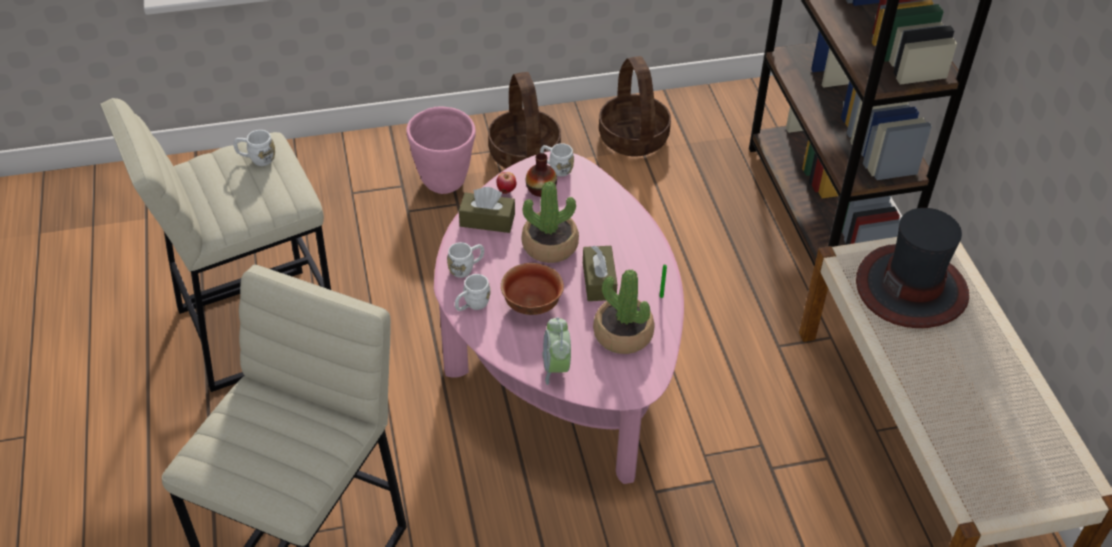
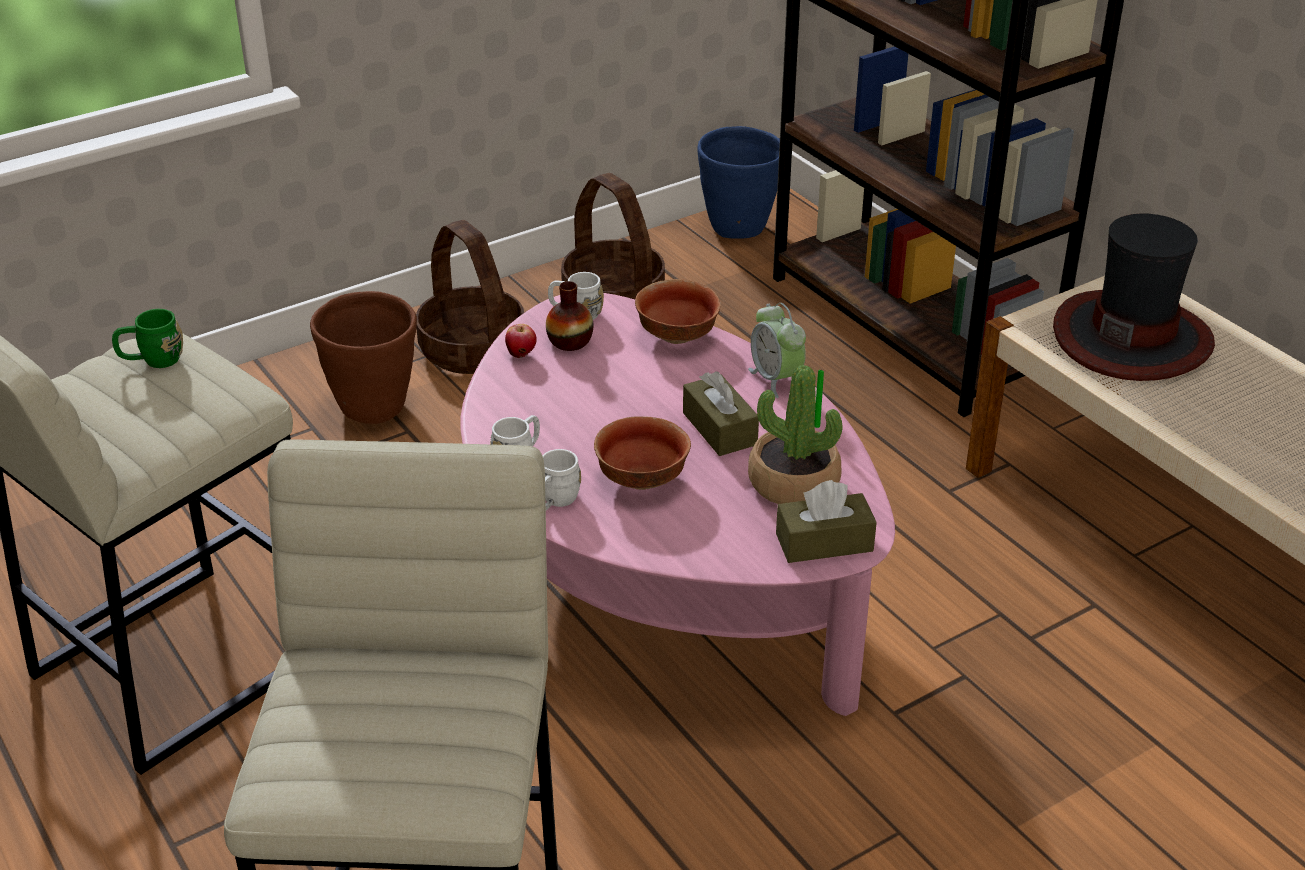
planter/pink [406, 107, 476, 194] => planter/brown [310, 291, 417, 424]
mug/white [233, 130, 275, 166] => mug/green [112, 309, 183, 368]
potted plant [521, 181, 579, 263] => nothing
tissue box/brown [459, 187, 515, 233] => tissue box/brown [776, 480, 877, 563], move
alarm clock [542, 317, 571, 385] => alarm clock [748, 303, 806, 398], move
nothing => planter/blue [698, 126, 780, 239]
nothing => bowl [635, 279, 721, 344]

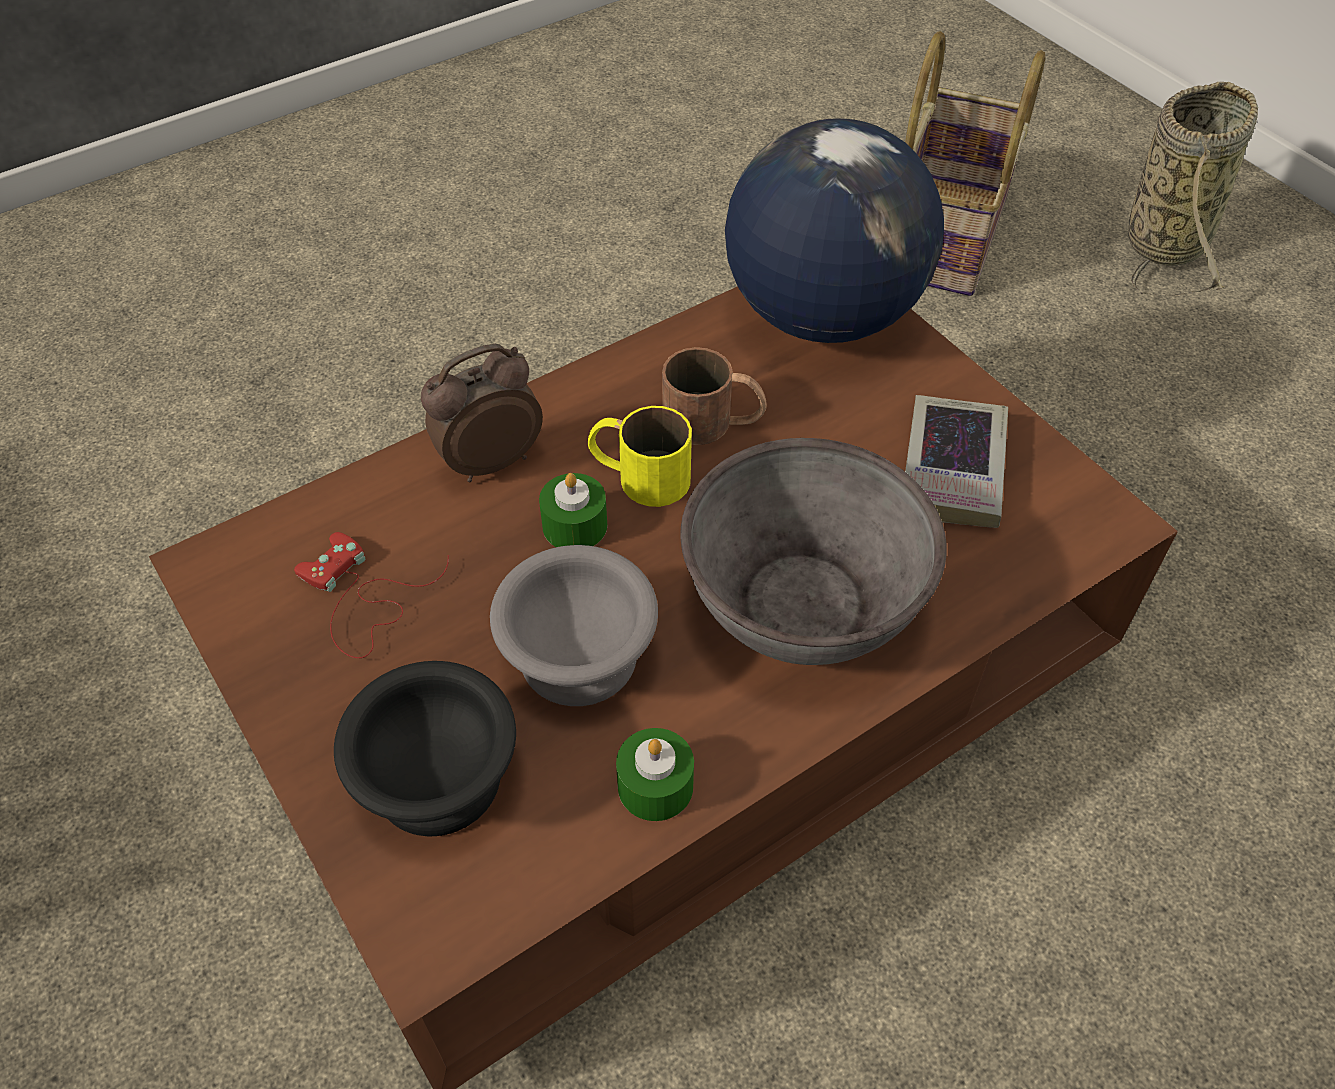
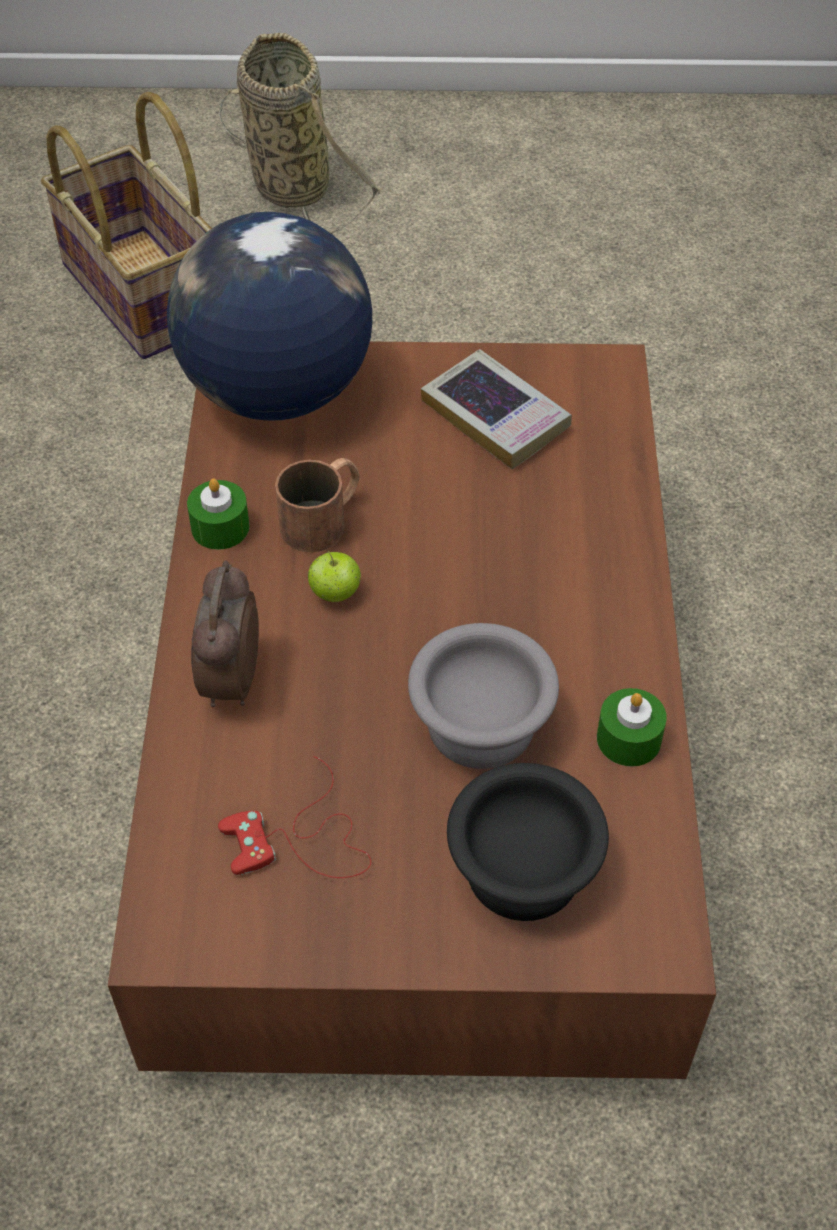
mug/yellow [588, 406, 692, 507] => apple [307, 550, 361, 602]
bowl/grey [680, 438, 947, 665] => nothing
candle/green [539, 473, 607, 547] => candle/green [187, 479, 249, 550], move

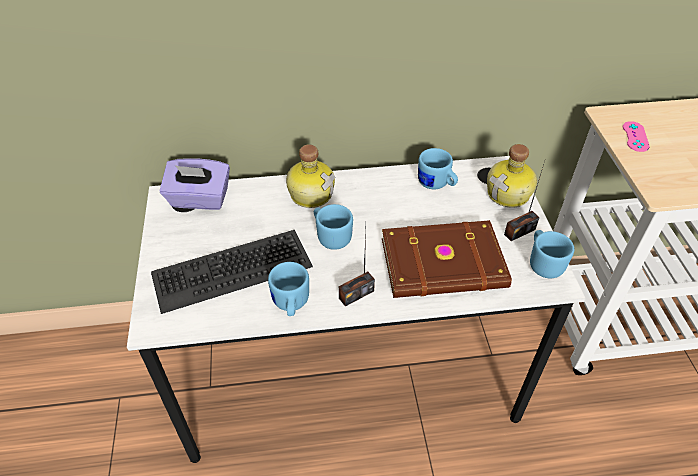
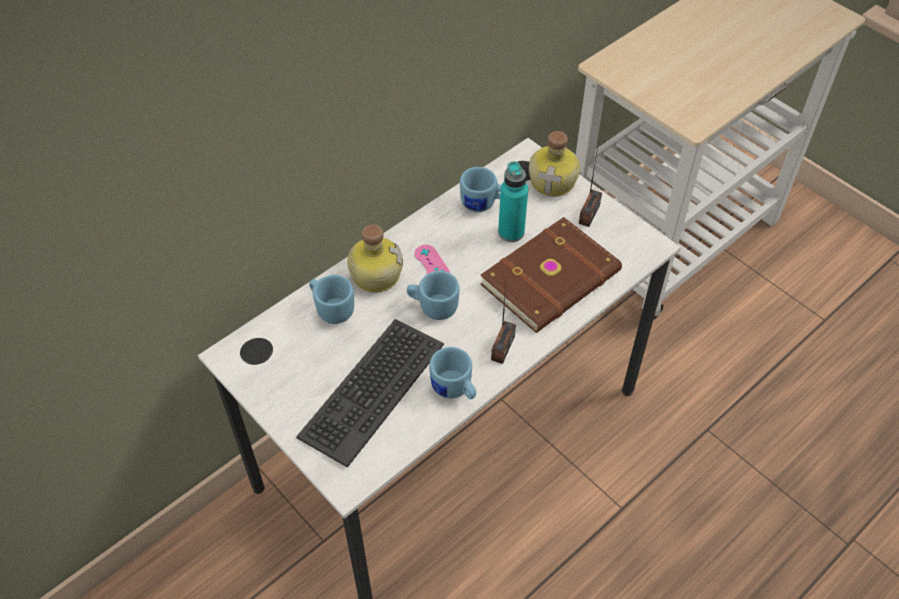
game controller/pink [623, 121, 649, 152] => game controller/pink [414, 245, 450, 274], move
tissue box/purple [160, 158, 230, 210] => nothing
mug/blue [530, 230, 574, 278] => mug/blue [309, 275, 354, 324], move
nothing => bottle/turquoise [498, 161, 528, 242]

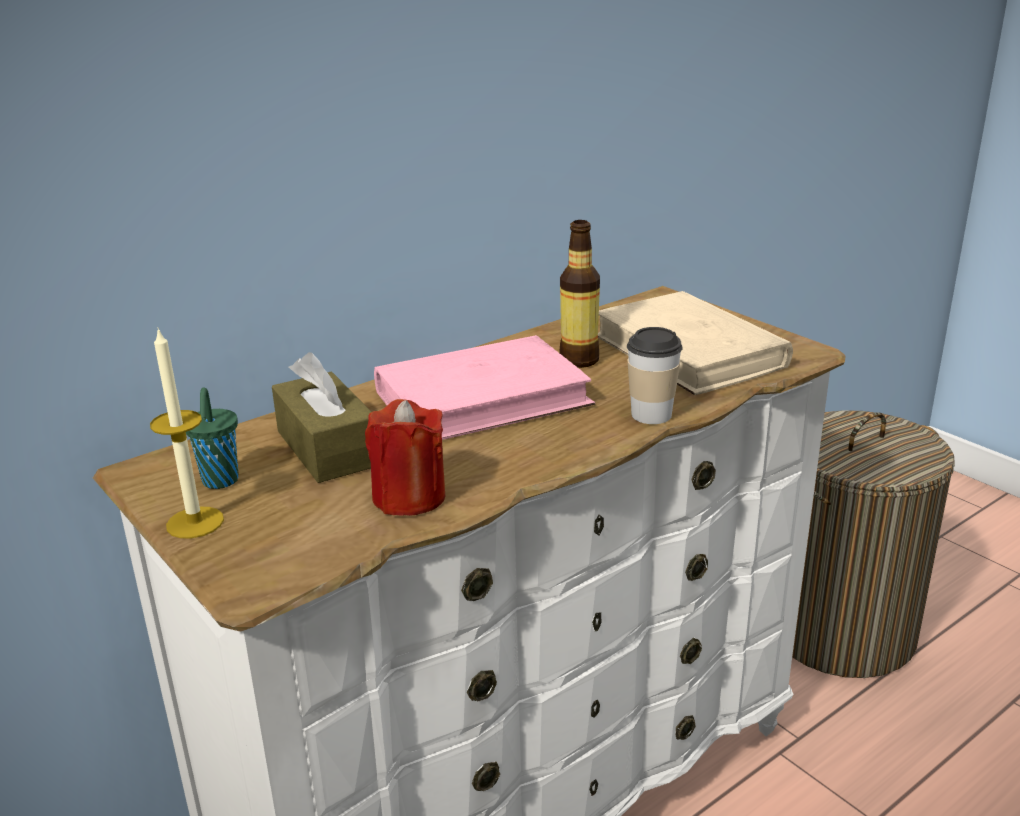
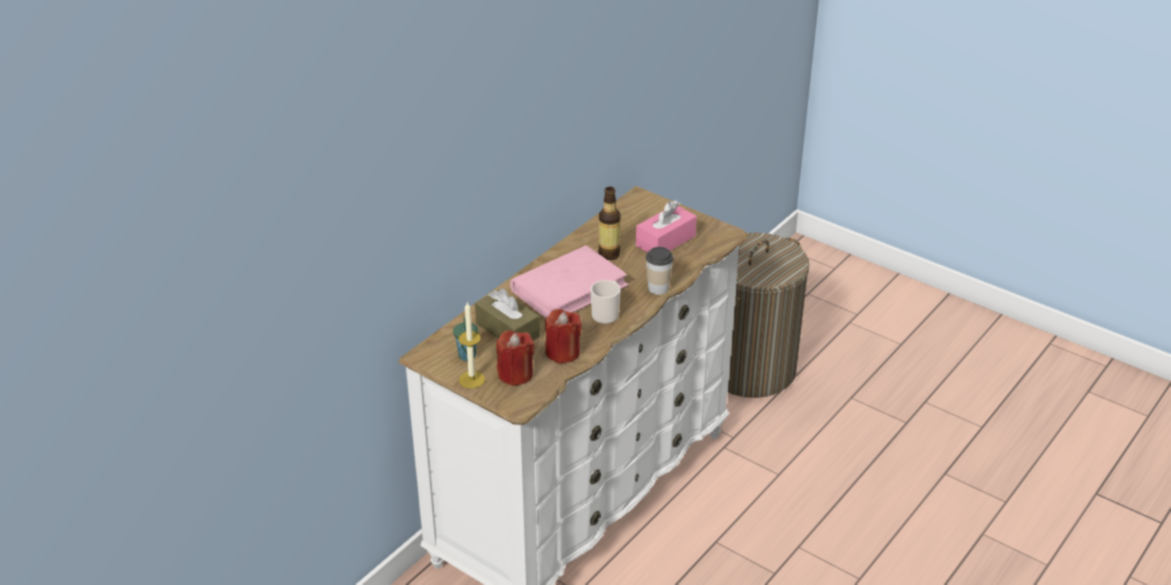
book/beige [598, 291, 793, 395] => tissue box/pink [636, 200, 697, 253]
nothing => mug [591, 280, 621, 324]
nothing => candle/red [496, 331, 534, 386]

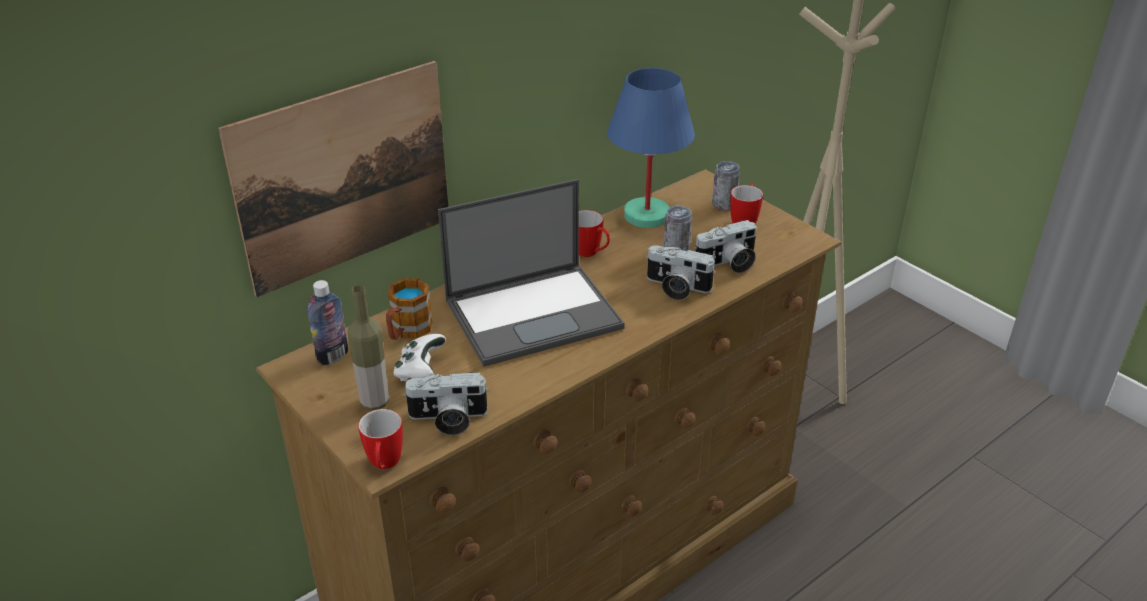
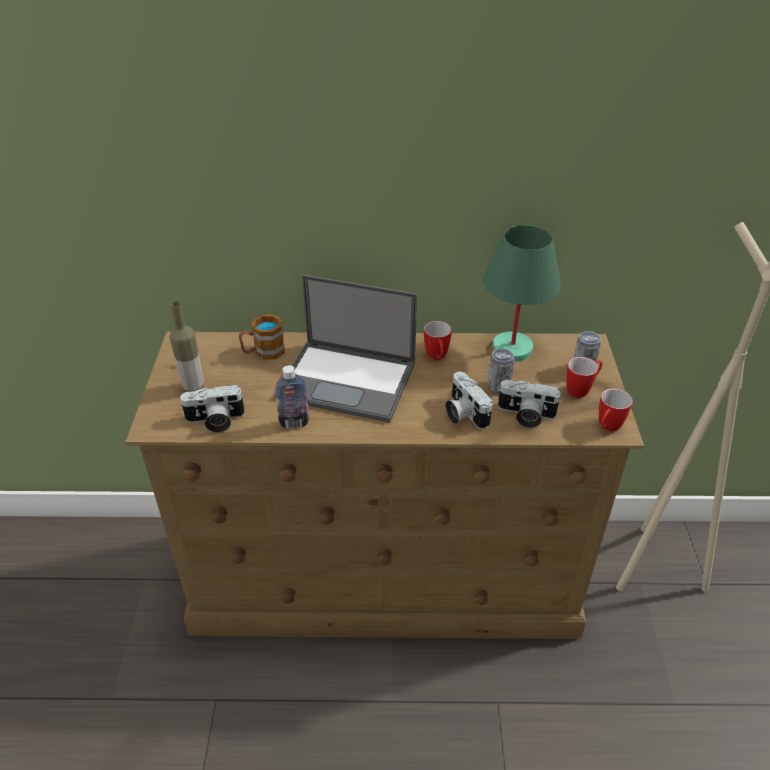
picture [218, 61, 448, 297] => nothing
table lamp/blue [607, 68, 695, 228] => table lamp/green [483, 225, 561, 362]
bottle [308, 280, 348, 365] => bottle [275, 365, 309, 429], move
game controller/white [394, 334, 446, 381] => nothing
photo camera [403, 372, 489, 435] => photo camera [179, 385, 245, 432], 45 degrees counterclockwise
mug [358, 409, 403, 469] => mug [599, 388, 633, 431], move

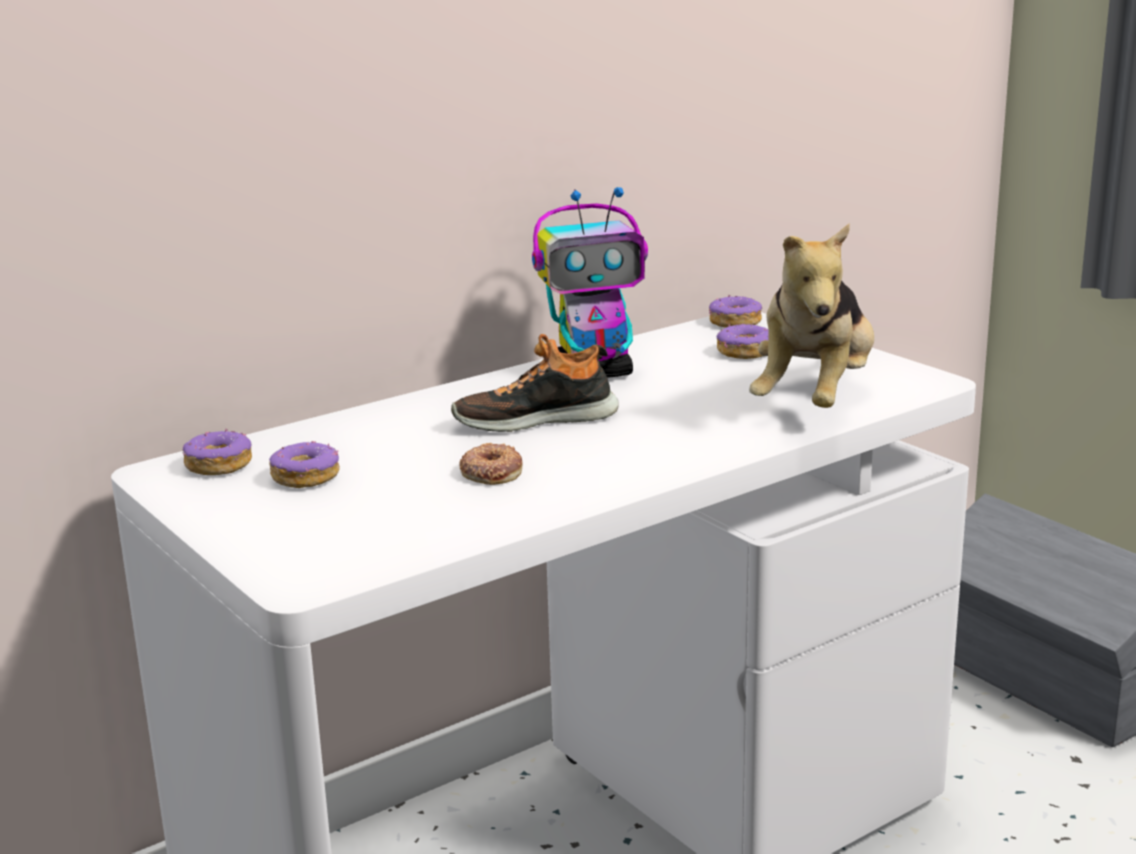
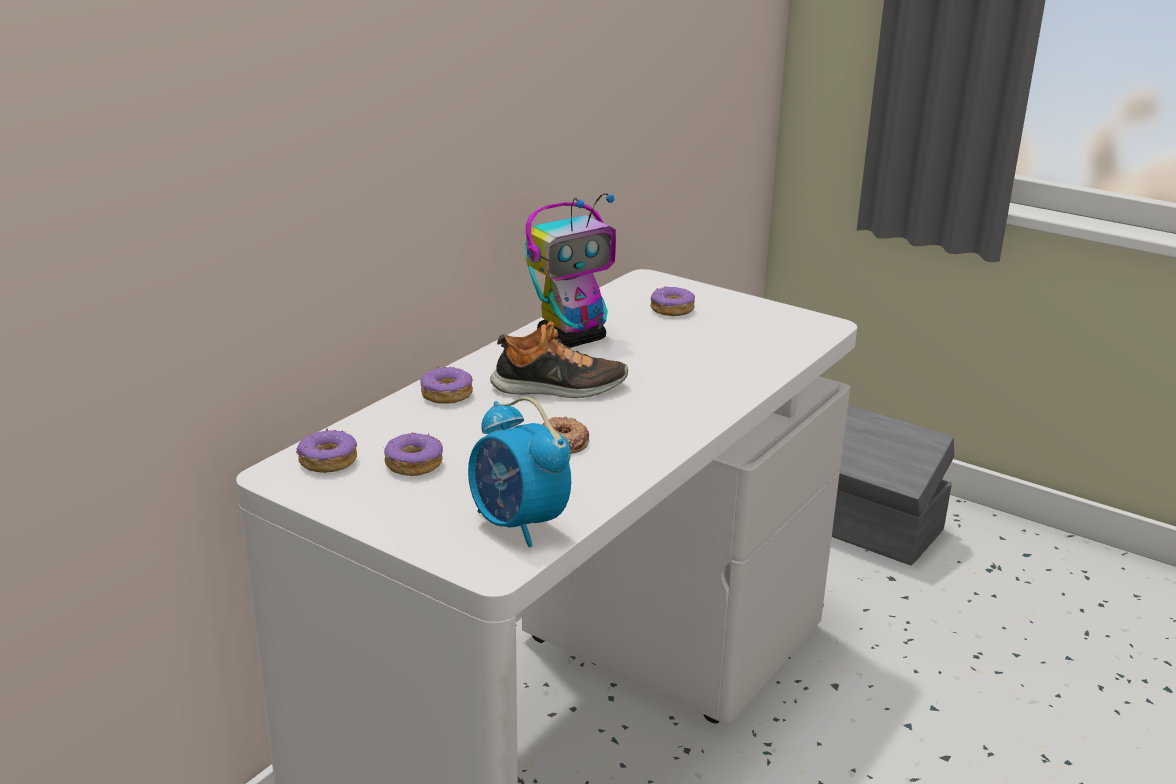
plush toy [749, 223, 874, 408] => nothing
donut [709, 295, 762, 328] => donut [420, 367, 473, 404], move
shoe [451, 334, 619, 432] => shoe [490, 322, 628, 398], 150 degrees counterclockwise
nothing => alarm clock [468, 397, 571, 547]

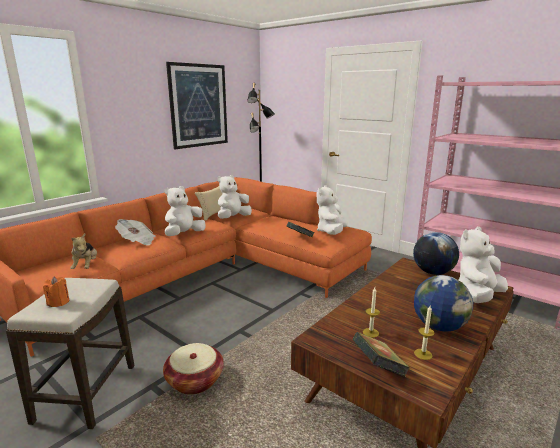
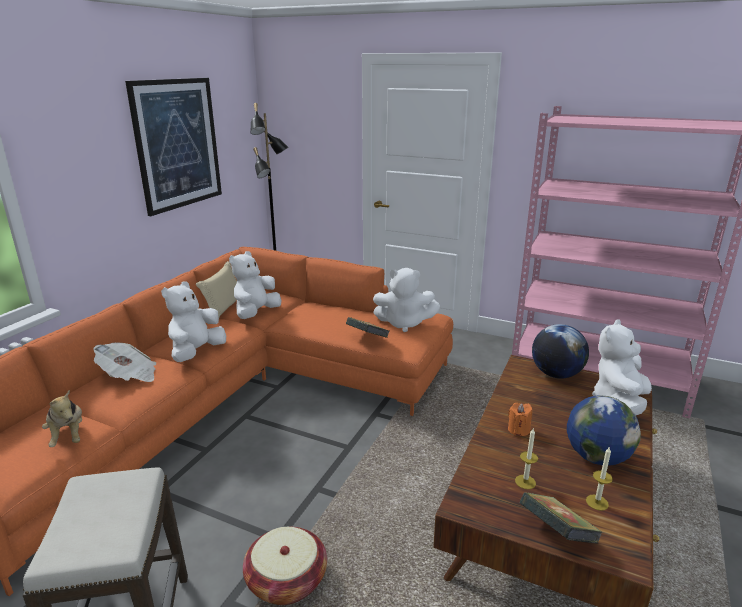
plush toy/white [317, 185, 348, 235] => plush toy/white [373, 268, 440, 332], 90 degrees counterclockwise
candle/orange [43, 276, 69, 307] => candle/orange [508, 403, 532, 436], move

